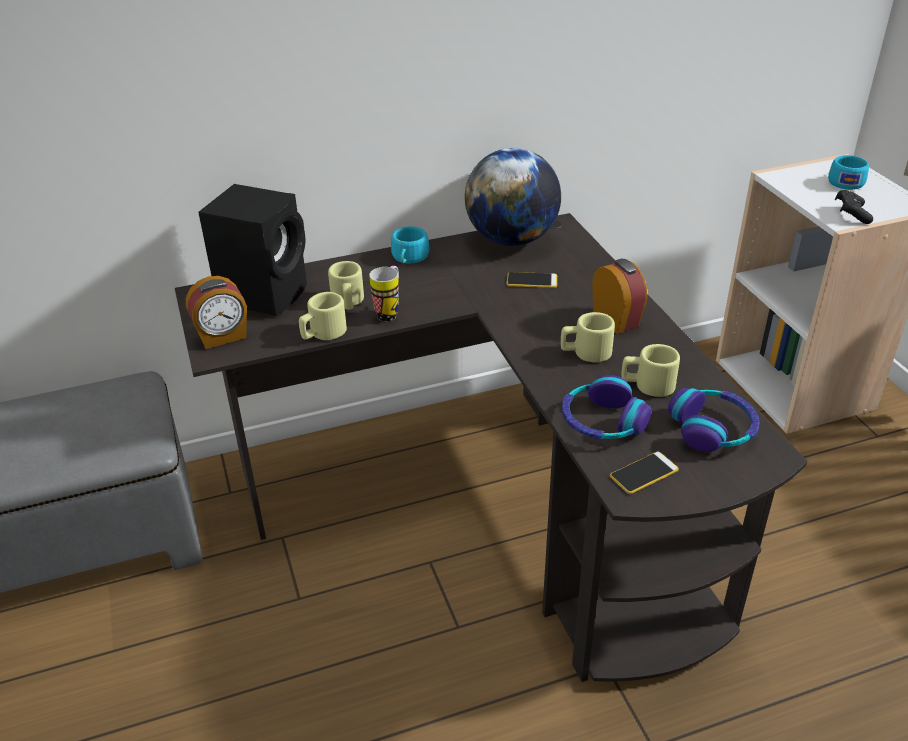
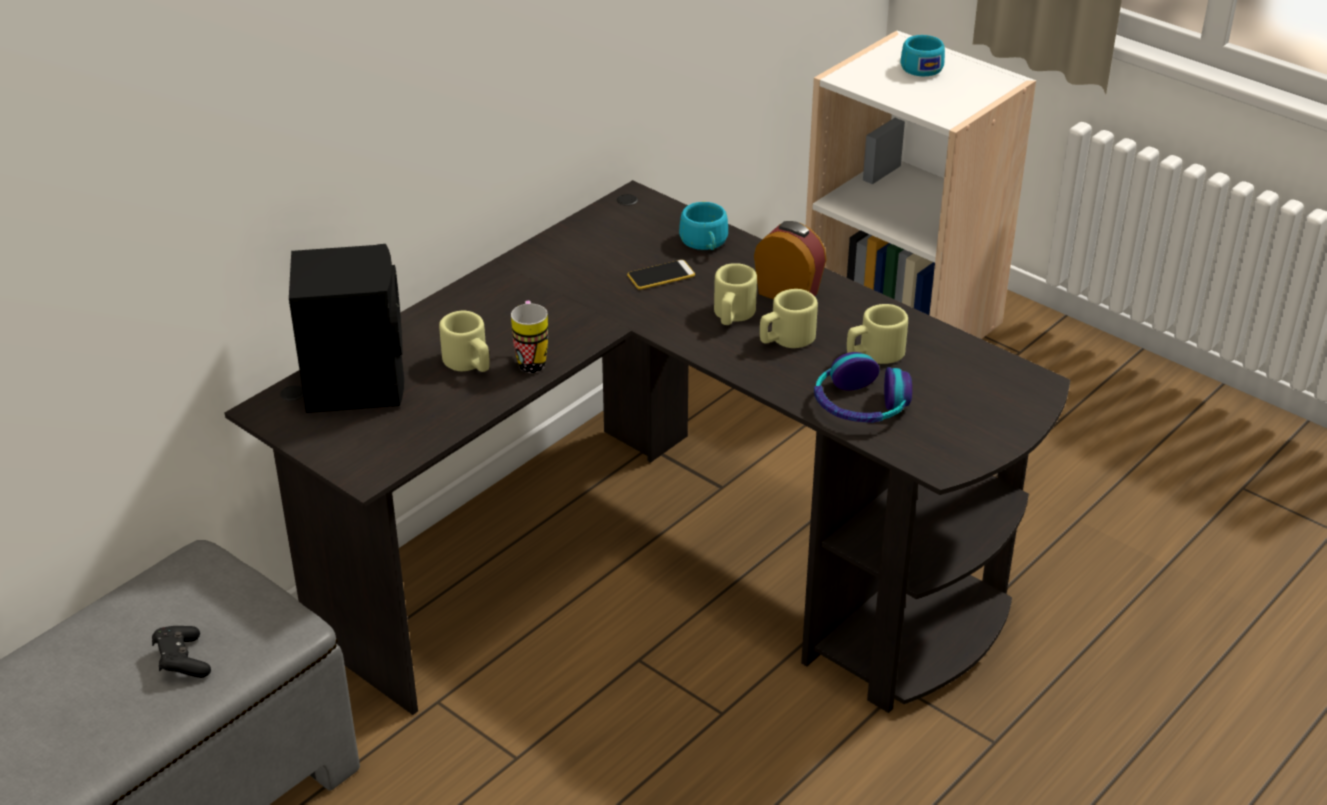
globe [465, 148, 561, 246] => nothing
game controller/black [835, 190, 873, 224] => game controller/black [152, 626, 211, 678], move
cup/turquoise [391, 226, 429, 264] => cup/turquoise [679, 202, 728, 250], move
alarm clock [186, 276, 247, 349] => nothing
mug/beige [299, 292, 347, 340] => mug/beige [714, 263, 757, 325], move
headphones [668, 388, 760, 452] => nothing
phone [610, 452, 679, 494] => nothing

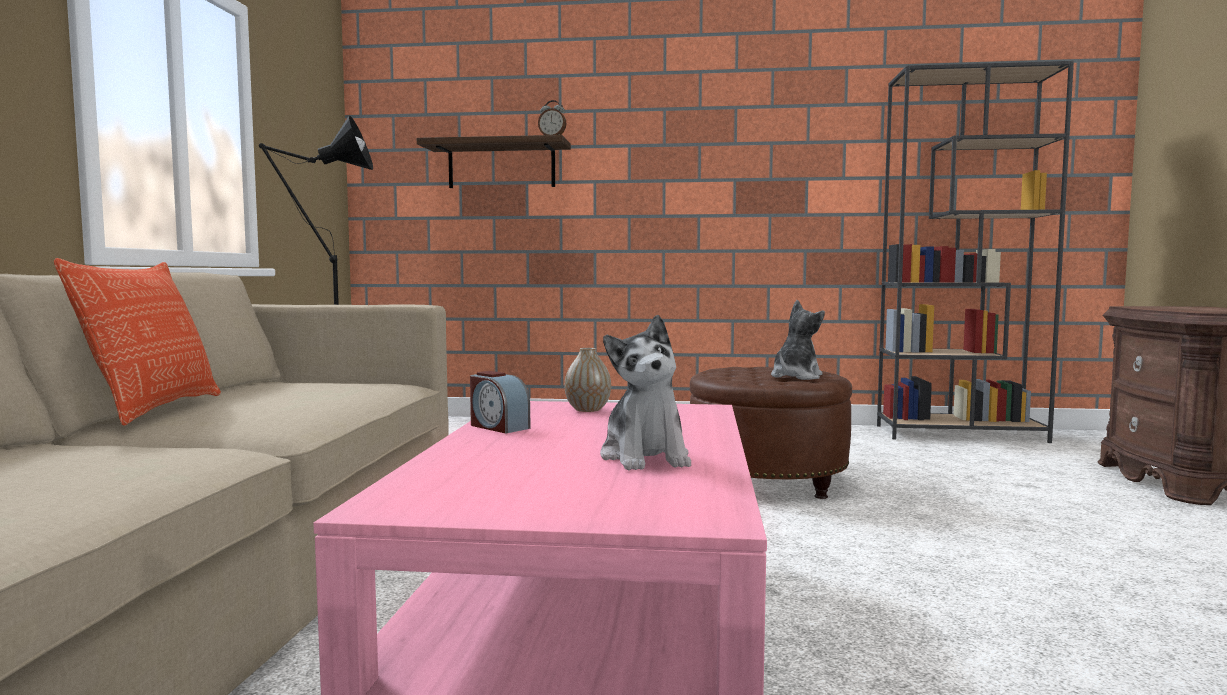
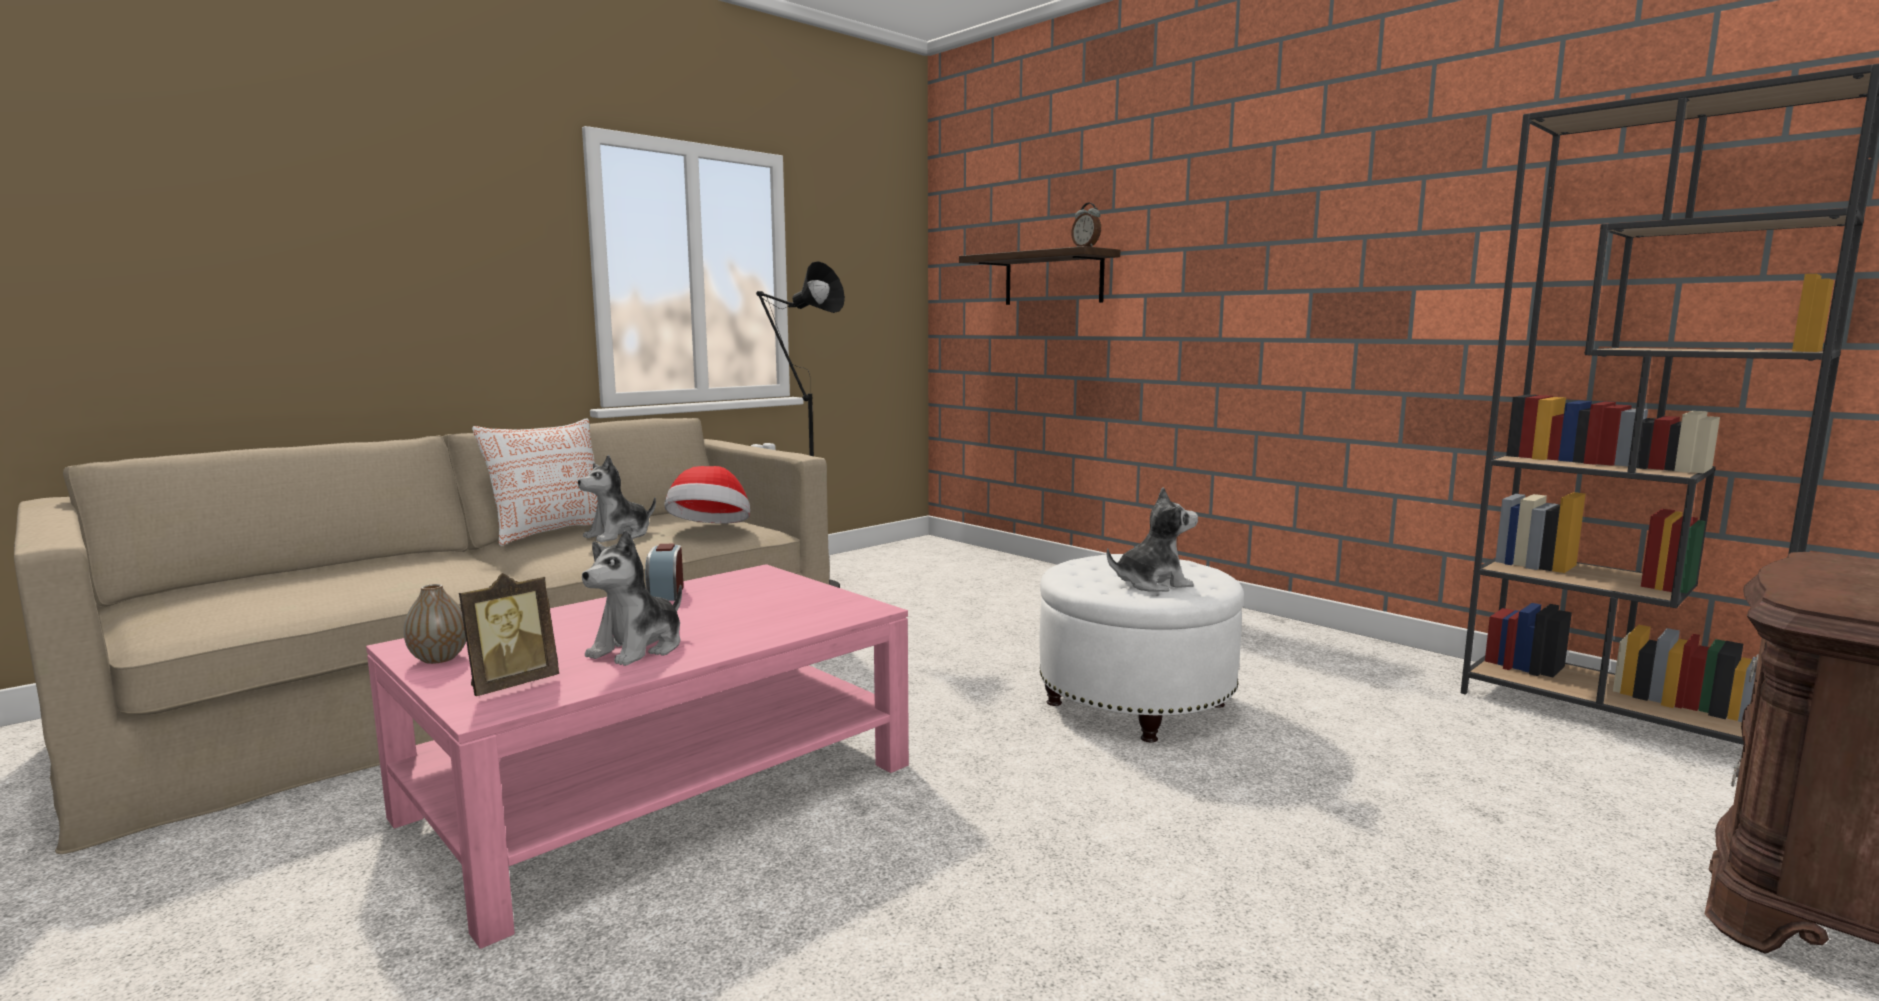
pillow/orange [54, 258, 221, 425] => pillow/white [472, 419, 597, 546]
vase [565, 348, 611, 412] => vase [404, 584, 466, 664], move
ottoman/brown [690, 367, 852, 499] => ottoman/white [1040, 554, 1244, 742]
nothing => plush toy [578, 455, 656, 542]
nothing => hat [664, 466, 750, 524]
nothing => picture frame [459, 573, 559, 696]

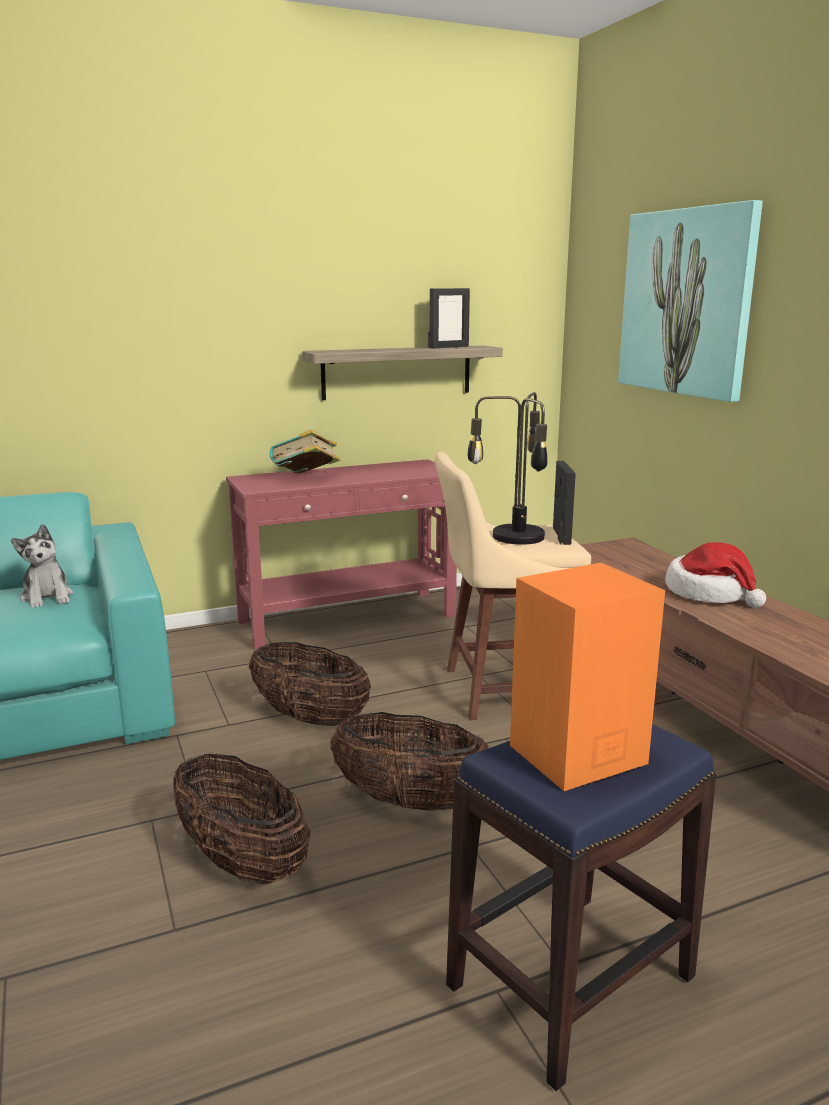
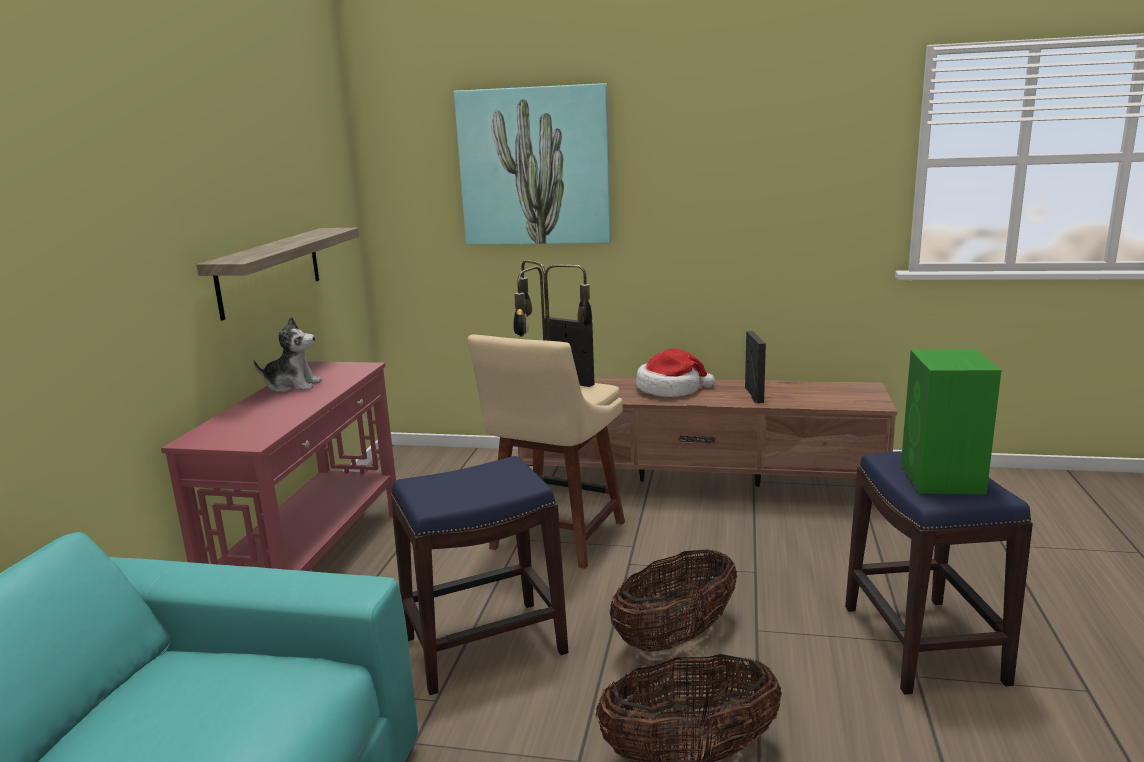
picture frame [428, 288, 470, 348] => picture frame [745, 331, 766, 403], move
book [270, 430, 341, 474] => nothing
plush toy [11, 524, 73, 607] => plush toy [253, 317, 322, 393], move
speaker/orange [510, 563, 665, 791] => speaker/green [901, 349, 1001, 495]
basket [249, 642, 371, 726] => stool [391, 456, 568, 695]

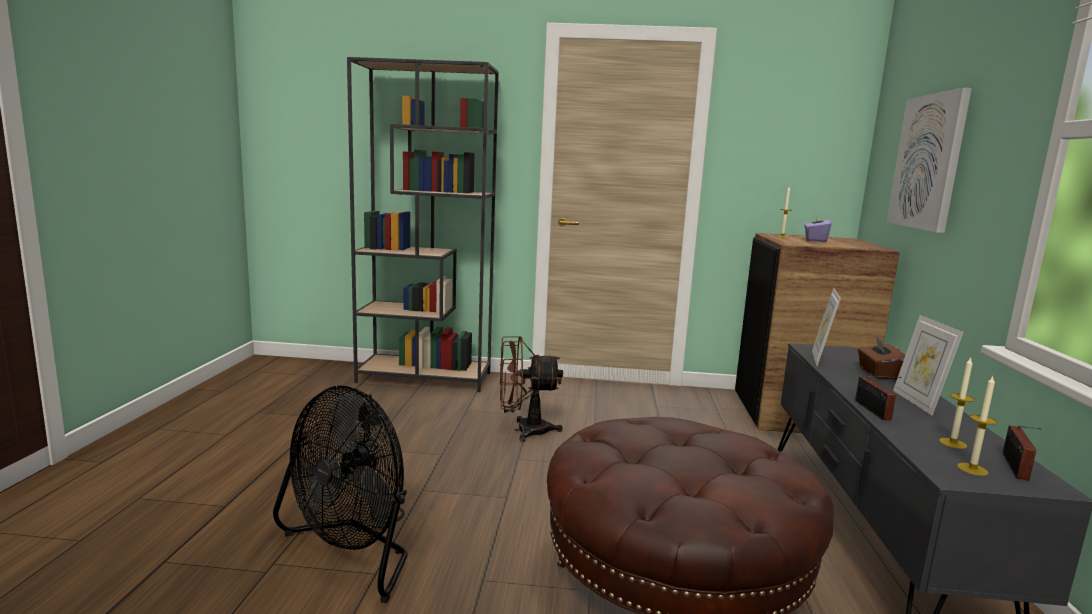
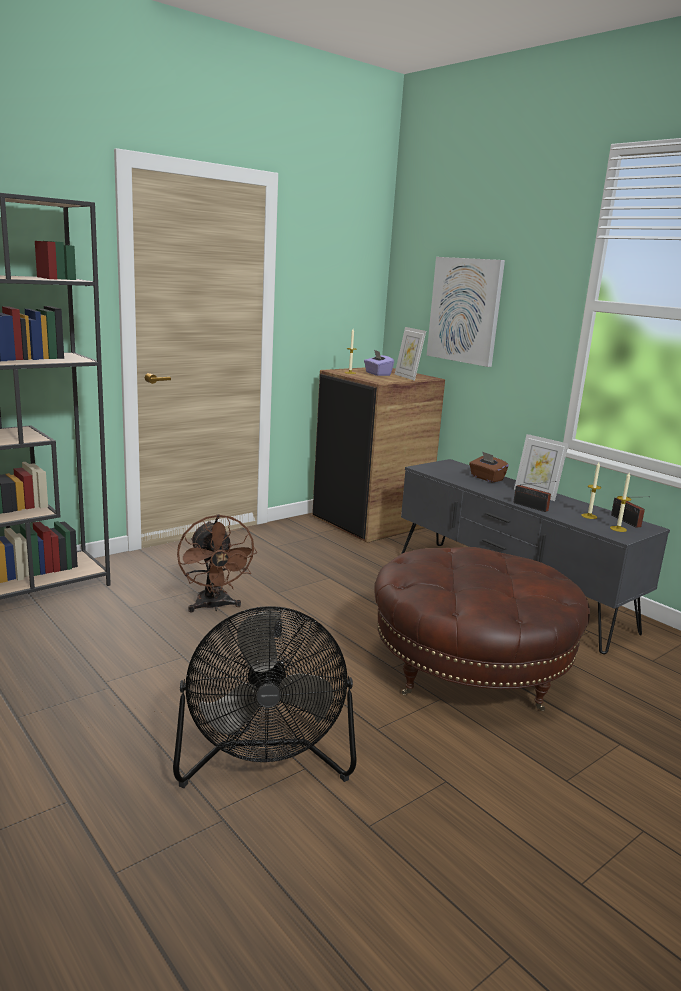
picture frame [812, 288, 841, 366] => picture frame [395, 327, 426, 381], move
fan/brown [500, 336, 563, 442] => fan/brown [177, 514, 258, 612], 60 degrees counterclockwise

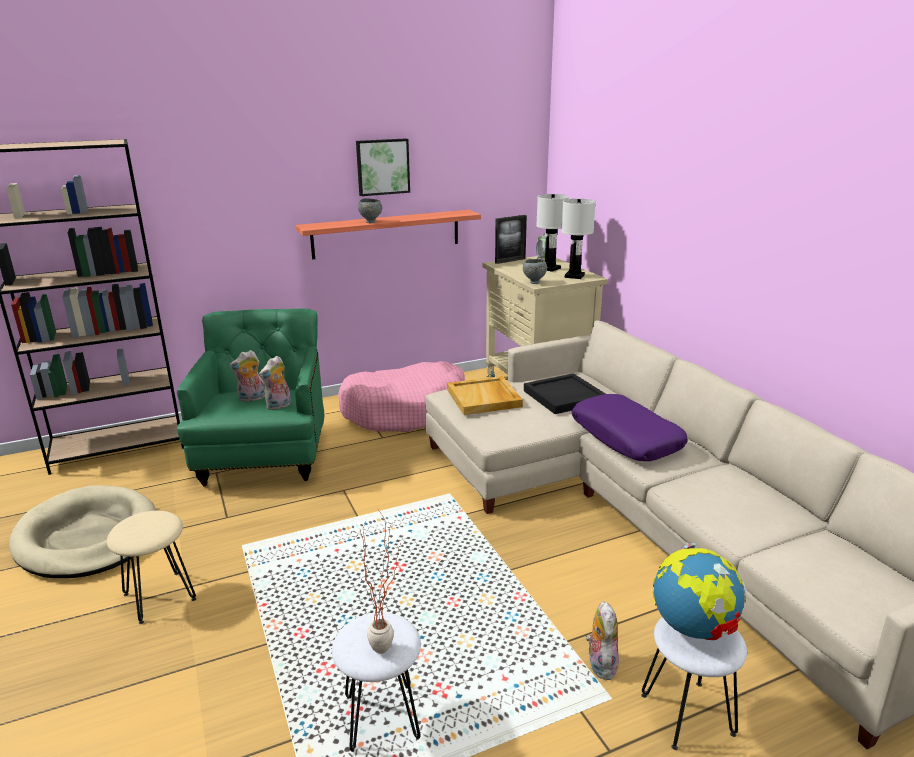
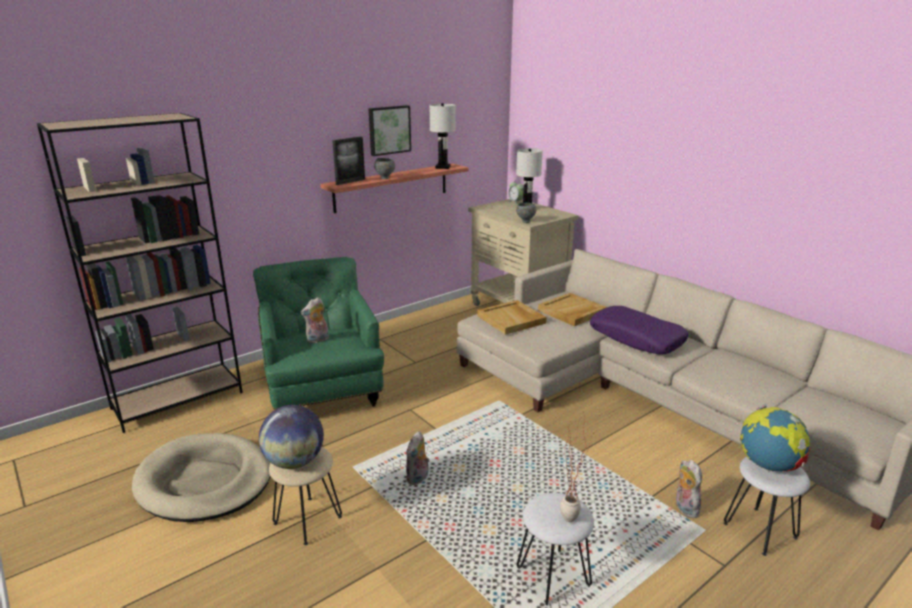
table lamp/white [561, 199, 596, 279] => table lamp/white [429, 103, 456, 169], move
picture frame [495, 215, 527, 264] => picture frame [332, 136, 365, 185], move
plush toy [259, 356, 291, 410] => plush toy [406, 431, 430, 485], move
dog bed/pink [338, 361, 465, 432] => nothing
tray/black [524, 373, 606, 414] => tray/beige [538, 293, 607, 326]
nothing => globe [259, 405, 324, 469]

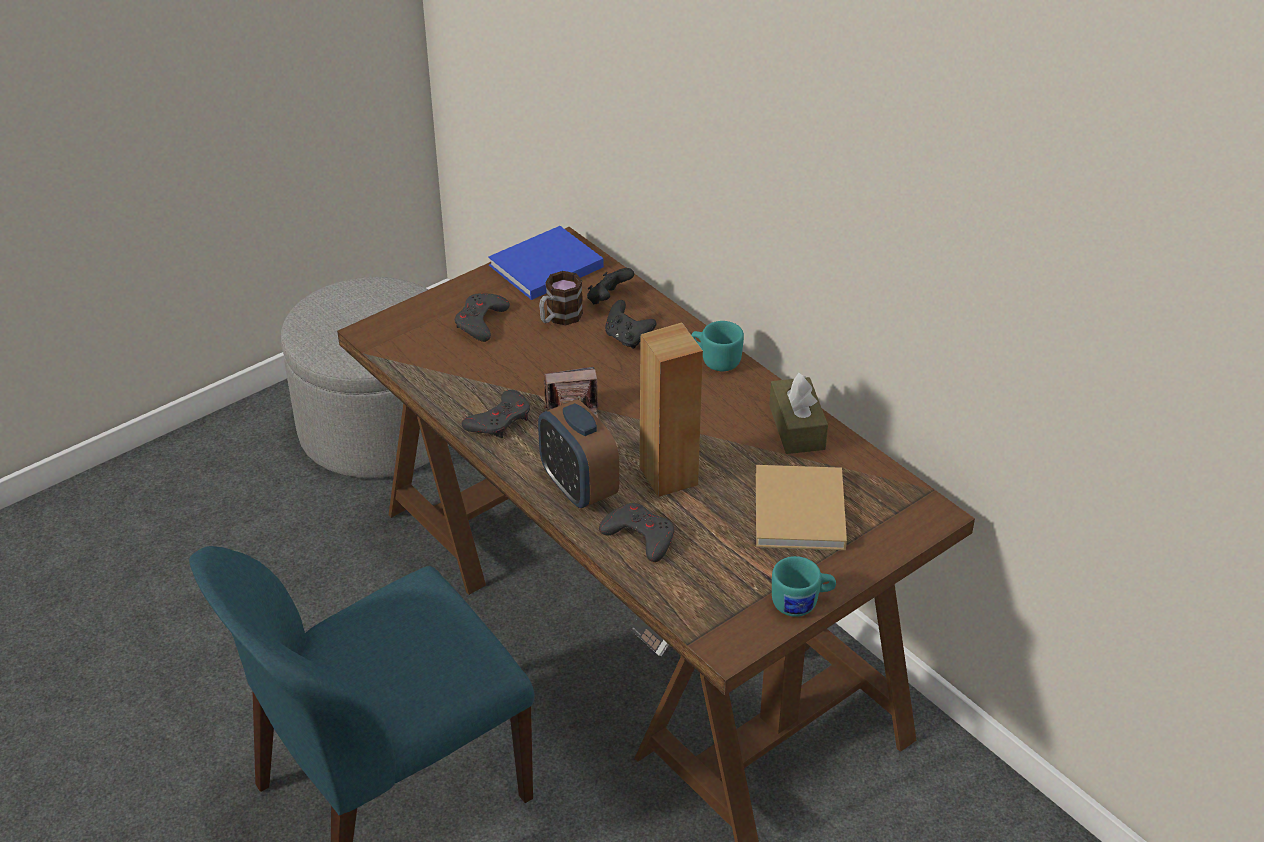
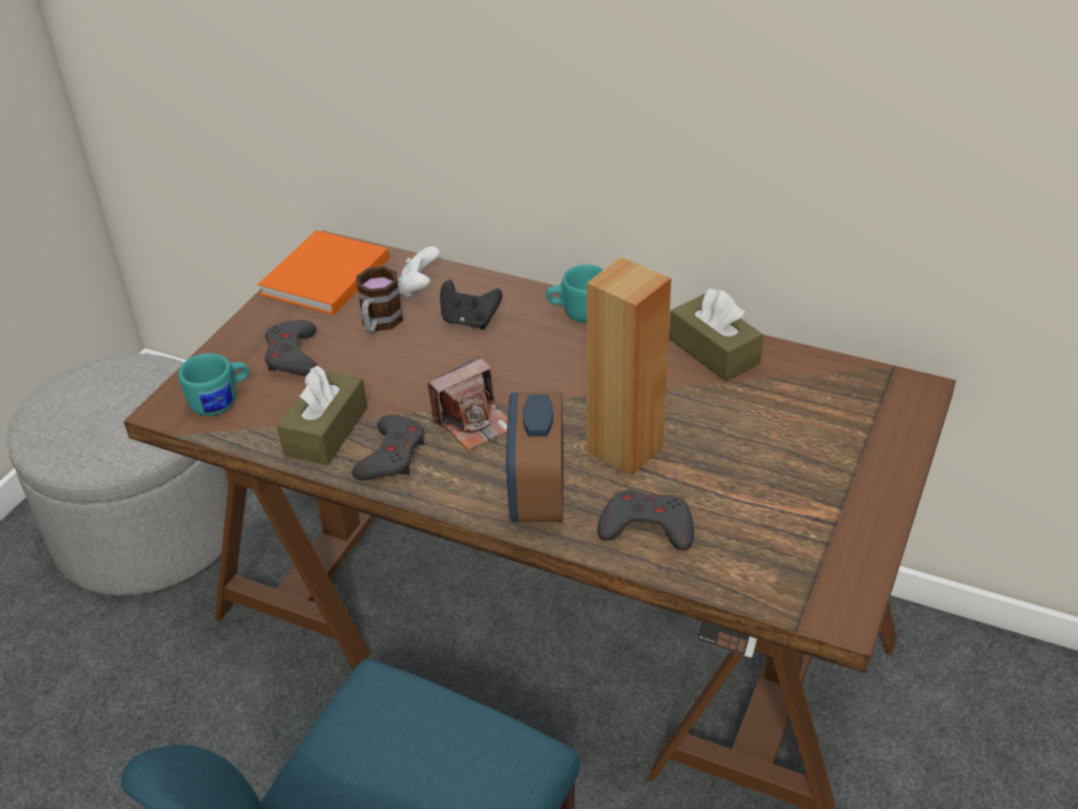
book/blue [488, 226, 604, 300] => book/orange [258, 230, 389, 315]
game controller/black [587, 268, 634, 305] => game controller/white [398, 246, 440, 299]
alarm clock [538, 399, 619, 508] => alarm clock [506, 392, 564, 522], 60 degrees clockwise
book/beige [756, 465, 847, 550] => nothing
mug/turquoise [772, 556, 836, 617] => mug/turquoise [178, 353, 249, 416], move
nothing => tissue box/brown [277, 366, 368, 466]

